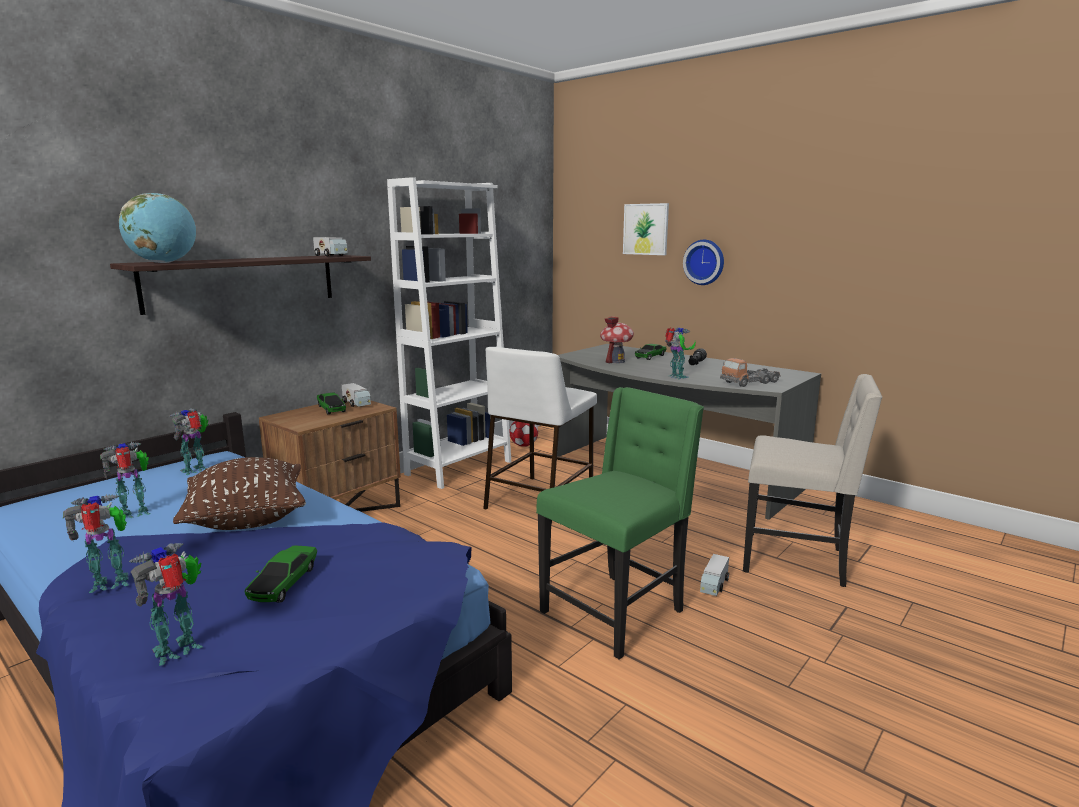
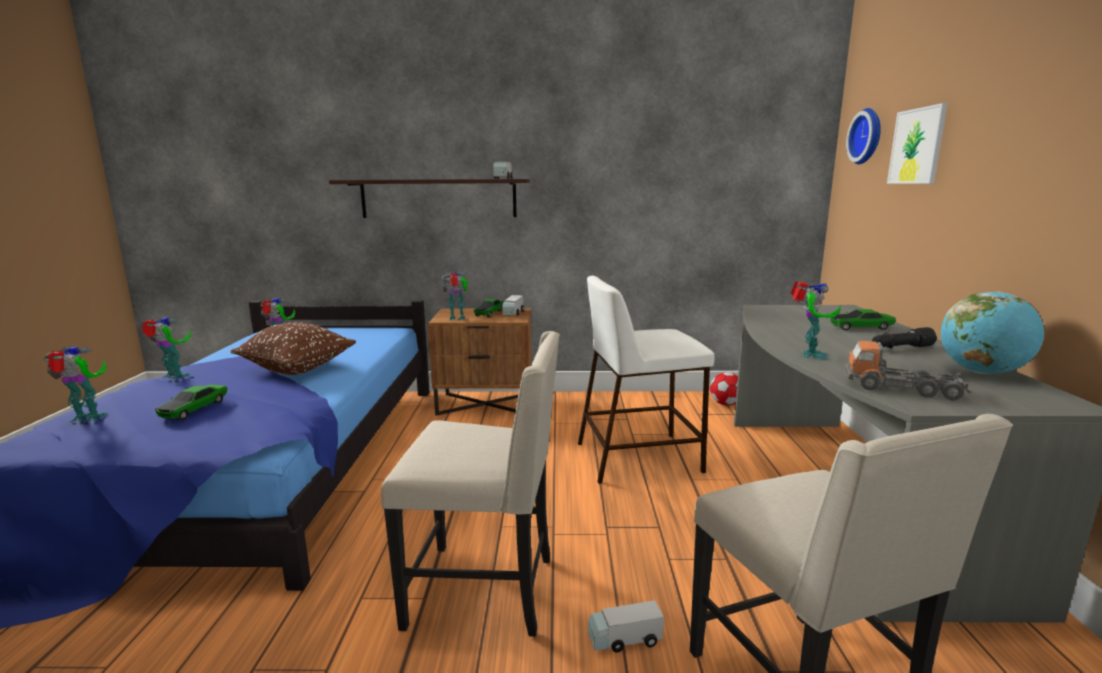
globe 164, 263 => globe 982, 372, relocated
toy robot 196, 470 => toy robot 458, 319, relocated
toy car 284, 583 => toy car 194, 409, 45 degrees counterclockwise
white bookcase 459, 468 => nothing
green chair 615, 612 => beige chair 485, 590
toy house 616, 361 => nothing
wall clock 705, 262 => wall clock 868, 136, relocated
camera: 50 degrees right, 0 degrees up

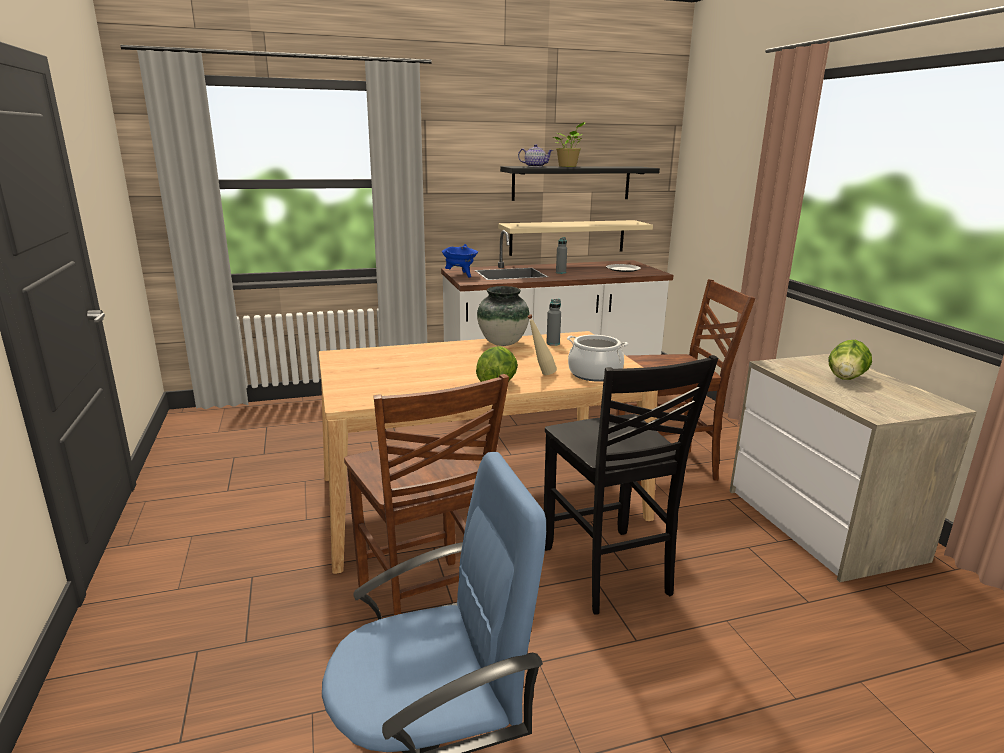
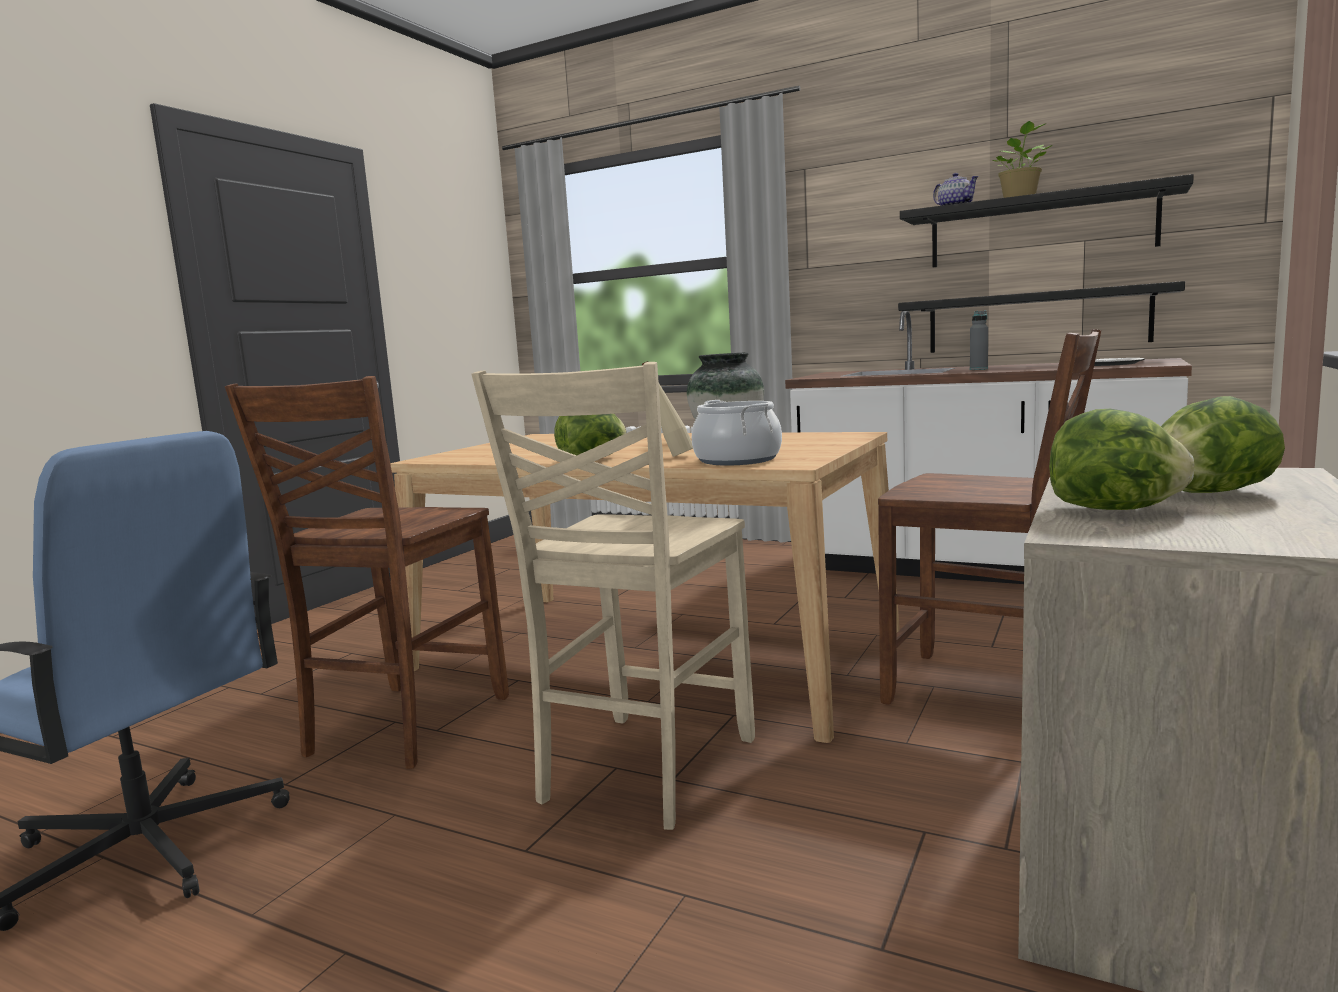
blue cooking pot 460, 275 => nothing
beige shelf 567, 237 => black shelf 1036, 321
black chair 607, 572 => beige chair 642, 770
grey bottle 553, 343 => nothing
nothing => lettuce 1114, 509
camera: 45 degrees right, 10 degrees down

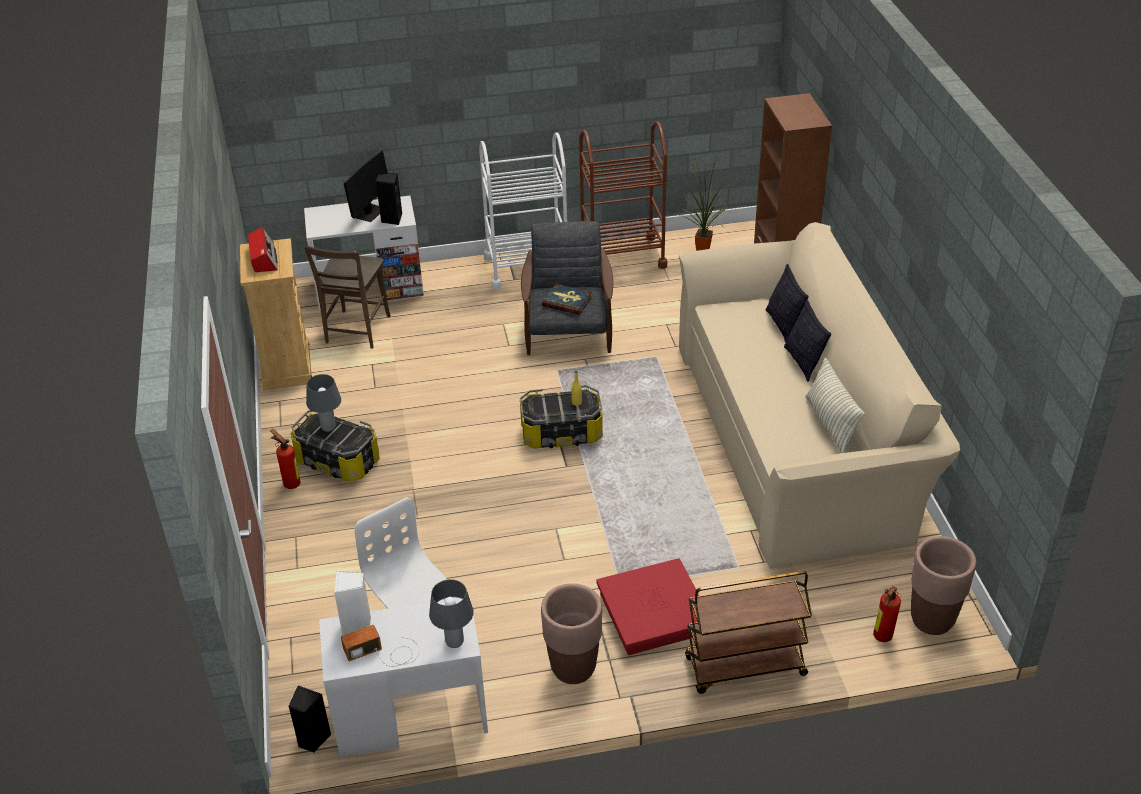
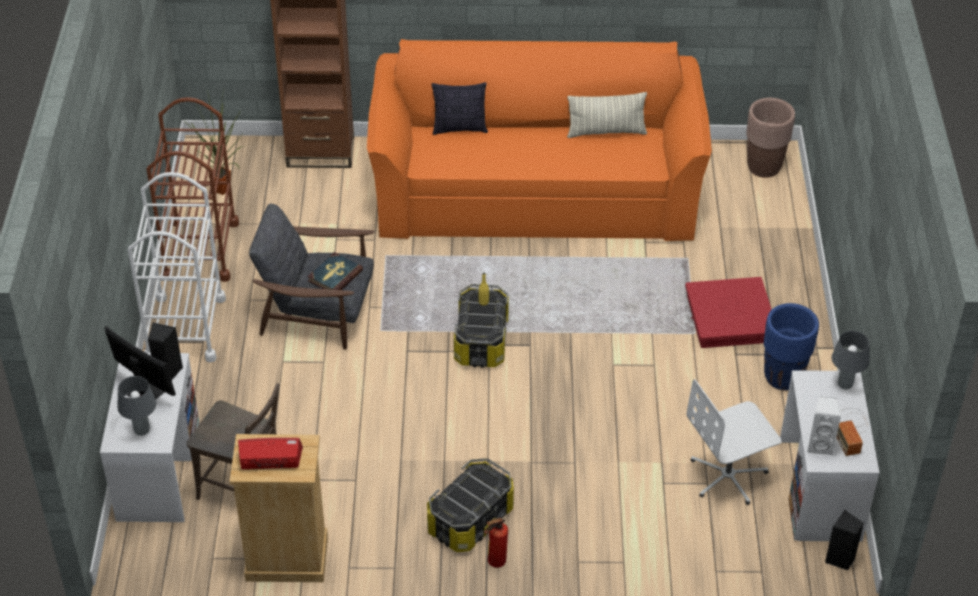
grey table lamp 328, 428 => grey table lamp 142, 431, relocated
brown planter 573, 668 => blue planter 783, 378
beige sofa 798, 437 => orange sofa 535, 188
brown cart 744, 667 => nothing
pillow 804, 362 => nothing
fire extinguisher 881, 638 => nothing
camera: 80 degrees left, 5 degrees up

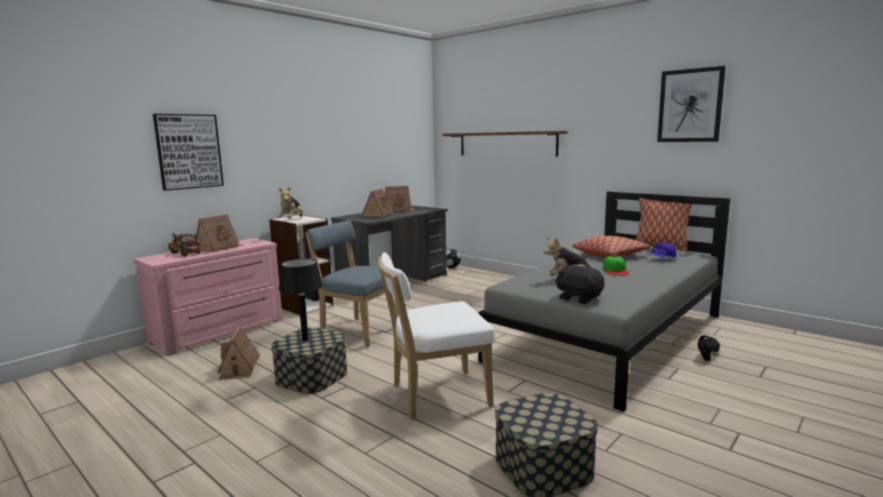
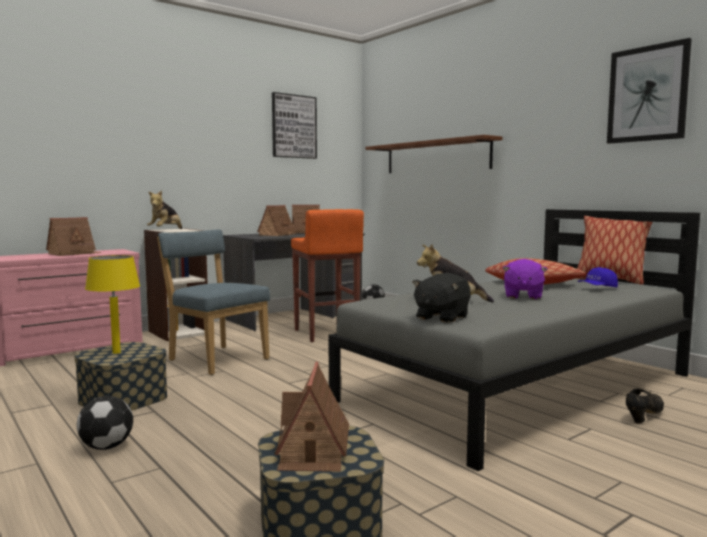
picture 189, 151 => picture 293, 126, relocated
toy truck 184, 253 => nothing
toy house 239, 368 => toy house 313, 449, relocated
black table lamp 305, 340 => yellow table lamp 116, 352
white chair 435, 395 => nothing
black plush toy 579, 298 => black plush toy 441, 317, 105 degrees counterclockwise
cap 615, 270 => purple plush toy 522, 296
nothing => football 107, 446
nothing => orange stool 325, 333
camera: 10 degrees right, 5 degrees down

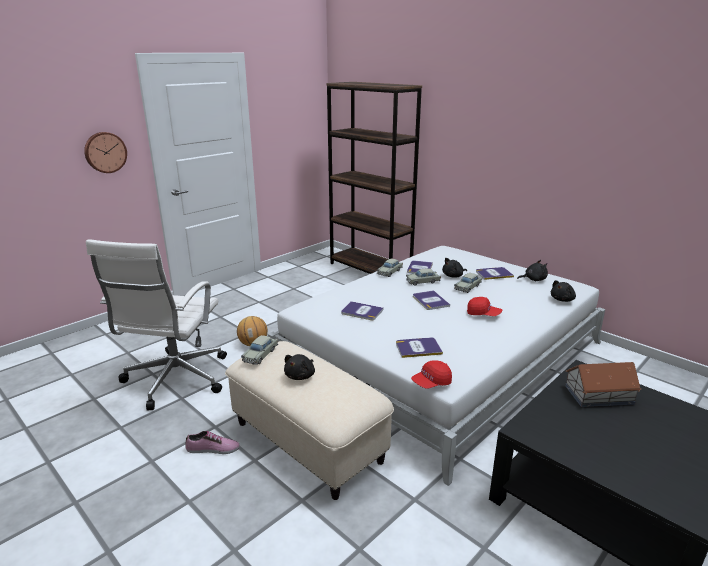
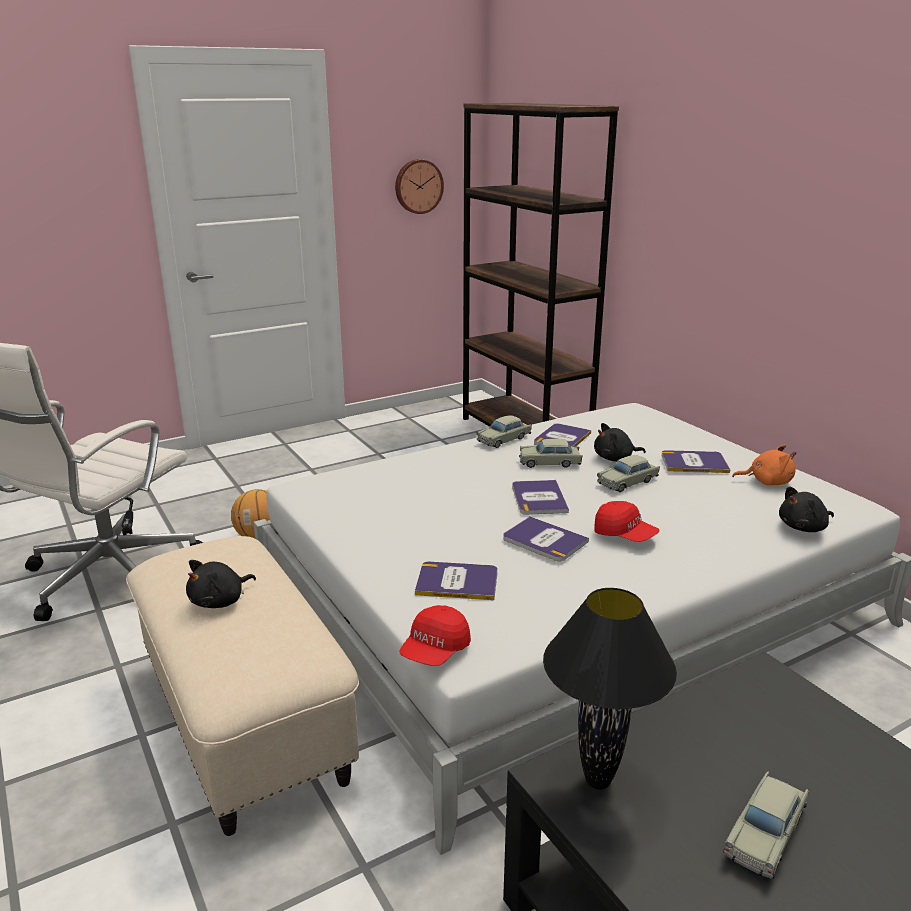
wall clock 105, 152 => wall clock 418, 186, relocated
shoe 213, 449 => nothing
beige toy car 260, 354 => beige toy car 765, 834, relocated
book 362, 311 => book 544, 540, relocated
red cap 431, 382 => red cap 435, 651, 45 degrees counterclockwise
black plush toy 533, 279 => orange plush toy 767, 482
toy house 600, 395 => nothing
nothing => black table lamp 599, 780
camera: 15 degrees right, 0 degrees up

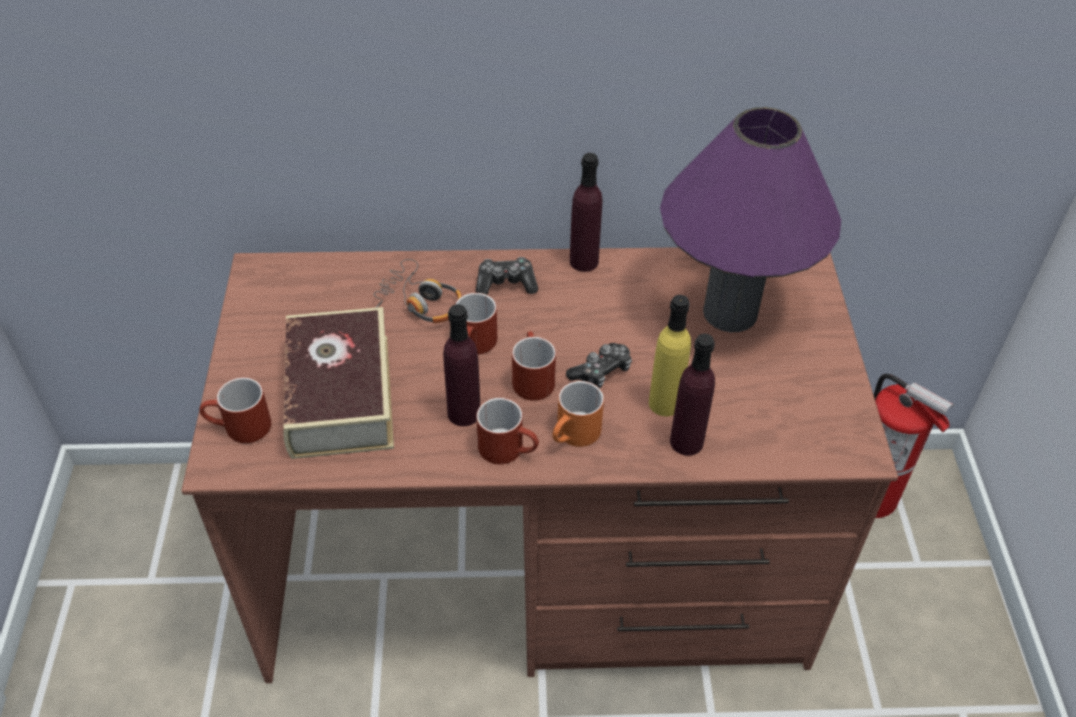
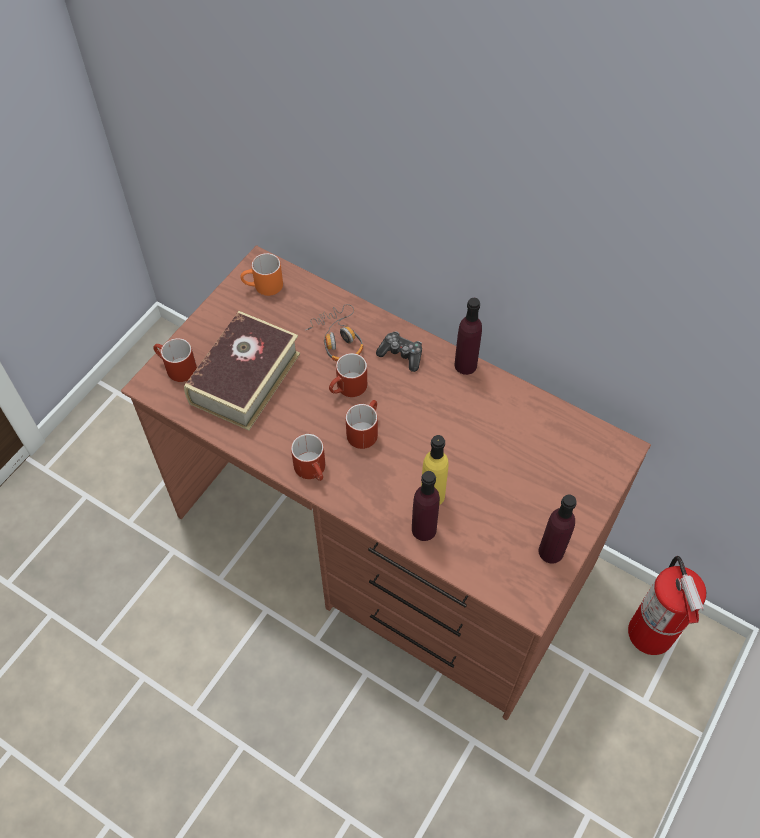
purple bottle 464, 413 => purple bottle 551, 551, relocated
orange mug 574, 436 => orange mug 263, 287, relocated
game controller 601, 372 => nothing
purple table lamp 730, 312 => nothing
camera: 35 degrees right, 10 degrees up

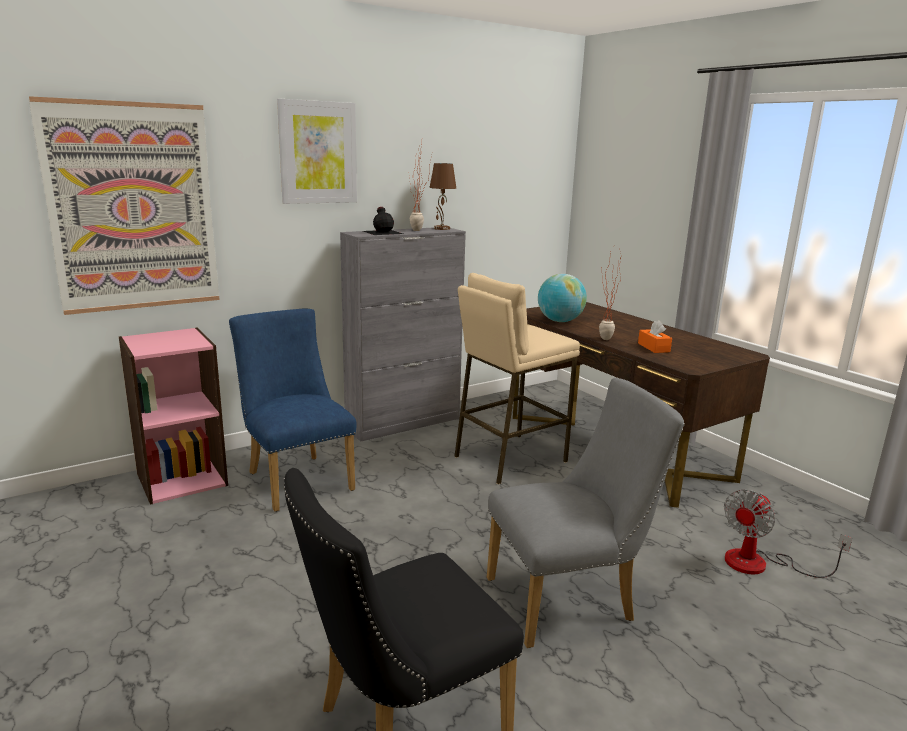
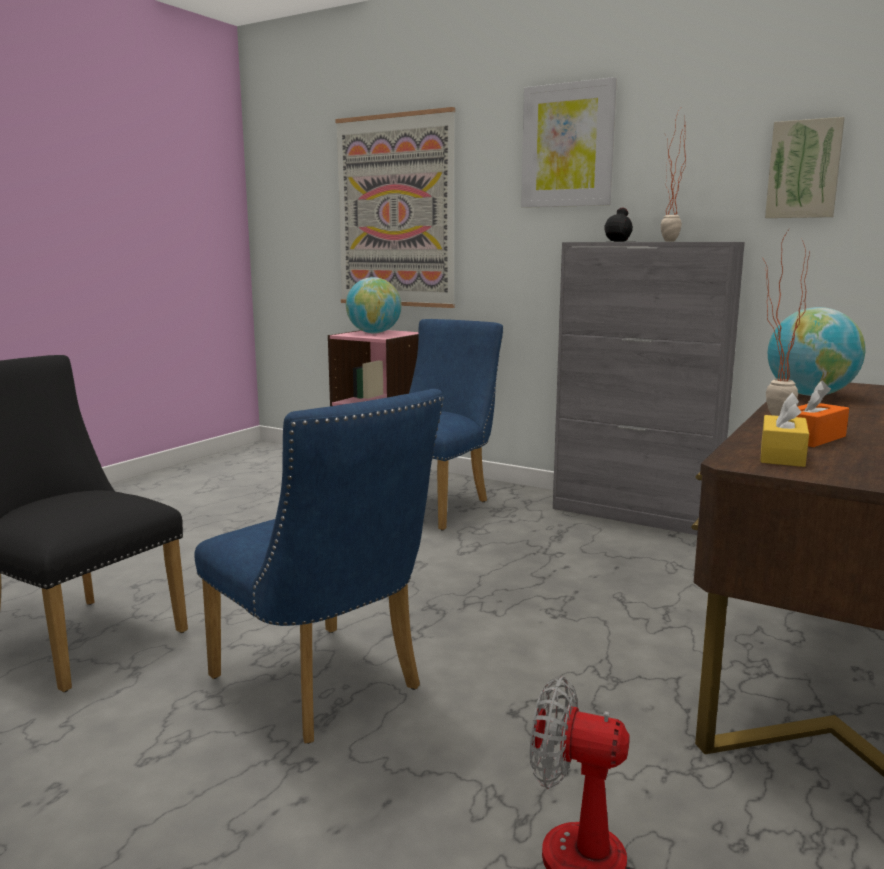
brown table lamp 442, 229 => nothing
beige stool 509, 458 => nothing
grey chair 569, 600 => blue chair 325, 689
nothing => globe 374, 333
nothing => yellow tissue box 782, 455
nothing => picture 804, 169
camera: 65 degrees right, 5 degrees down

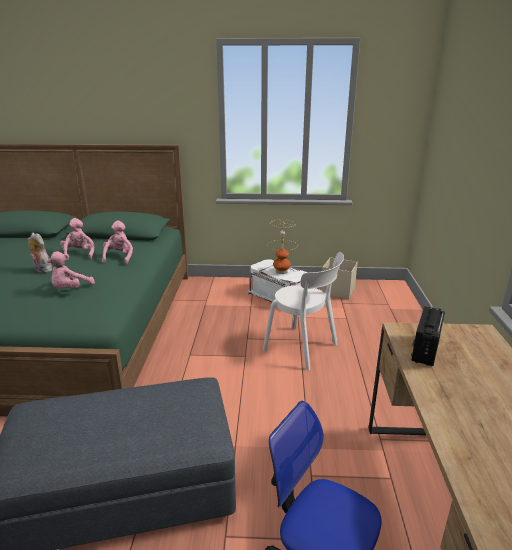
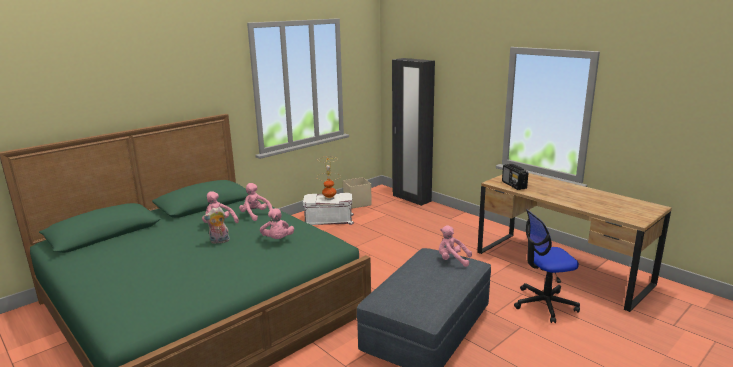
white chair 303, 348 => nothing
nothing => black wardrobe 411, 198
nothing => pink plush toy 452, 260
camera: 45 degrees left, 5 degrees down

